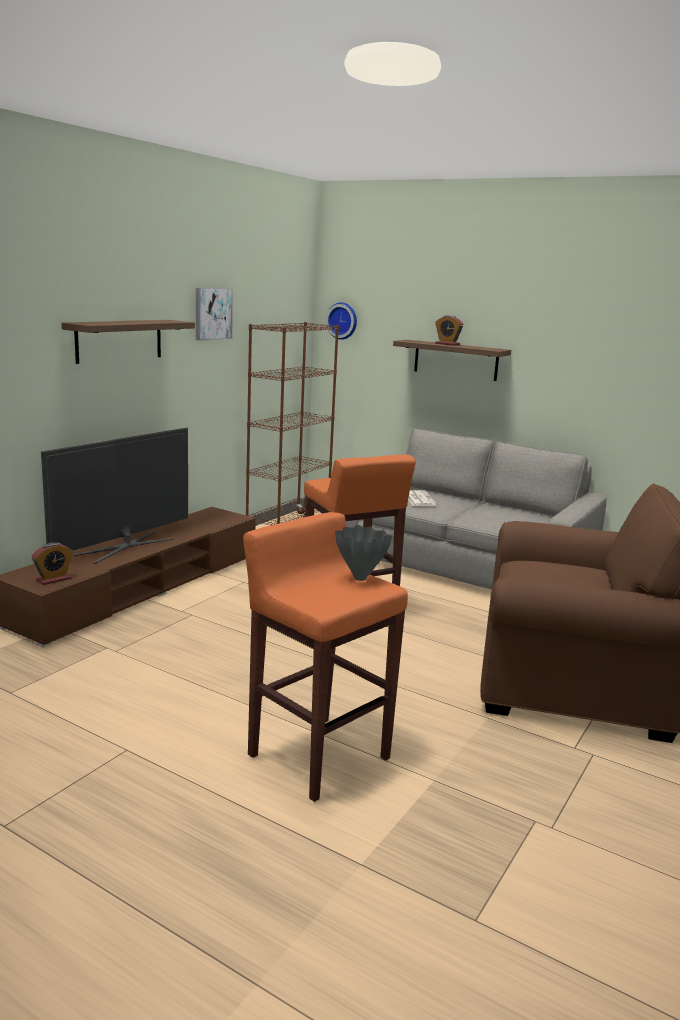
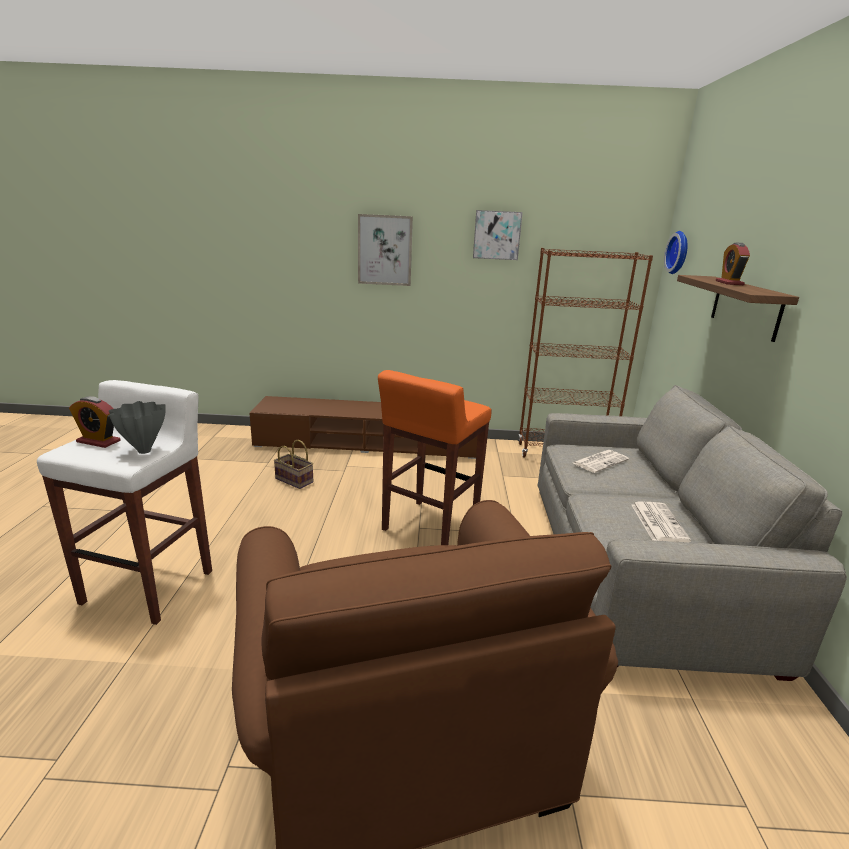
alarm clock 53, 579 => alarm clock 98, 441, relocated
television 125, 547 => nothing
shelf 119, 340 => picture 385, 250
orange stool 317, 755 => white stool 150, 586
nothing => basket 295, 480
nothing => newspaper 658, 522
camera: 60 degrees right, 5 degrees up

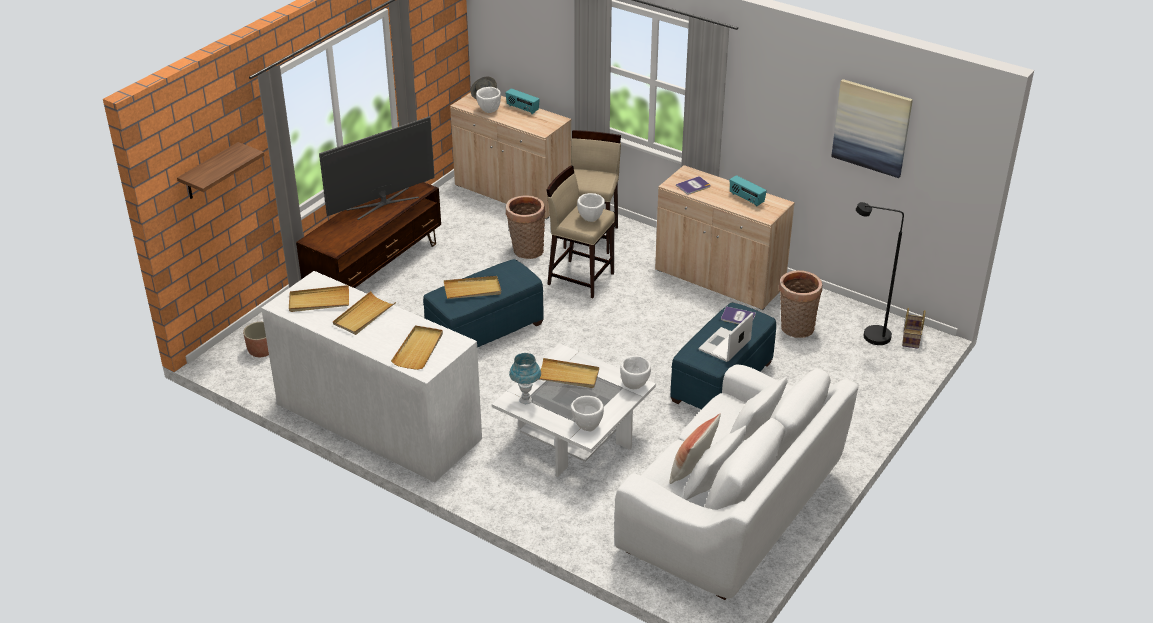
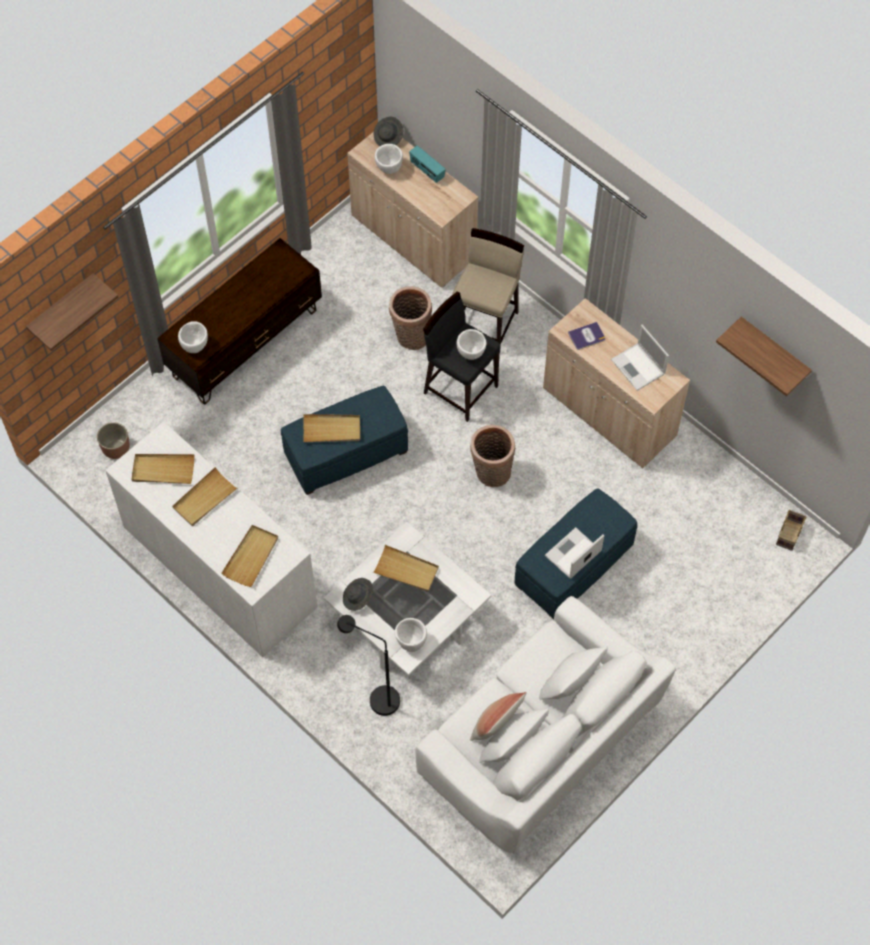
television 383, 203 => nothing
blue table lamp 526, 400 => grey hat 358, 598
beige stool 580, 278 => black stool 460, 388
white bowl 635, 385 => white bowl 195, 346, relocated
book 738, 317 => nothing
radio 746, 199 => laptop 638, 367
basket 795, 329 => basket 491, 473, relocated
picture 872, 127 => shelf 773, 351
black floor lamp 868, 336 => black floor lamp 376, 698, relocated
camera: 10 degrees right, 25 degrees up

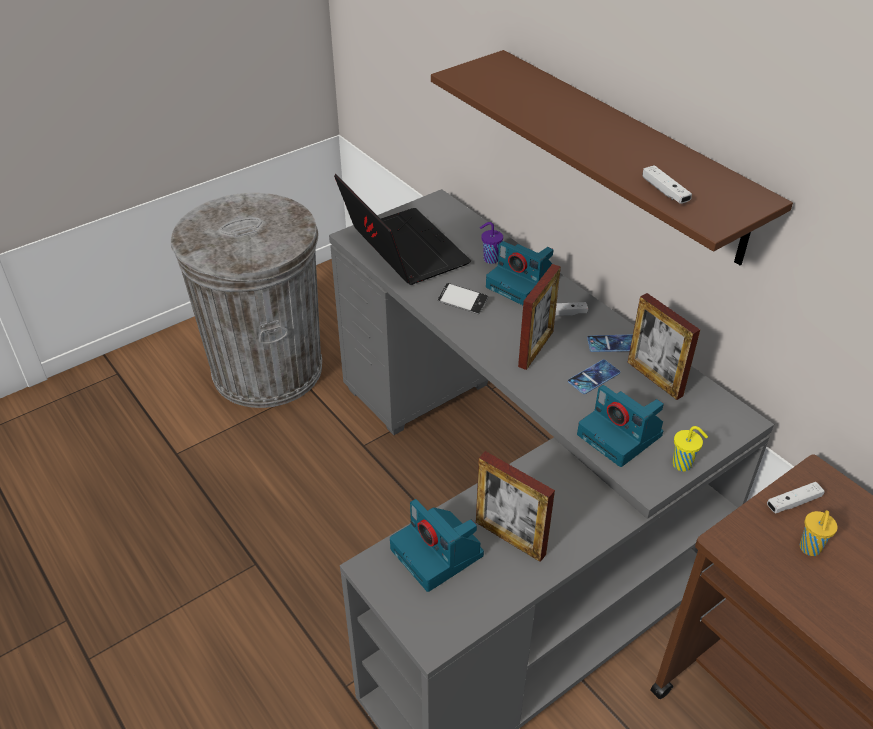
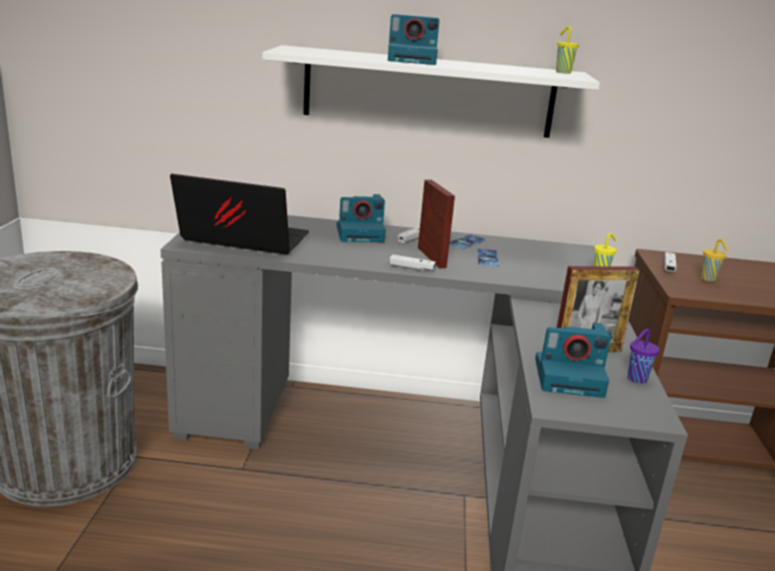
brown shelf 624, 154 => white shelf 428, 92
phone 462, 302 => nothing
purple cup 490, 259 => purple cup 636, 379, relocated
photo camera 621, 436 => photo camera 412, 60, relocated
picture frame 654, 379 => nothing
white game controller 665, 191 => white game controller 411, 268, relocated
nothing => yellow cup 562, 72
camera: 50 degrees left, 20 degrees down

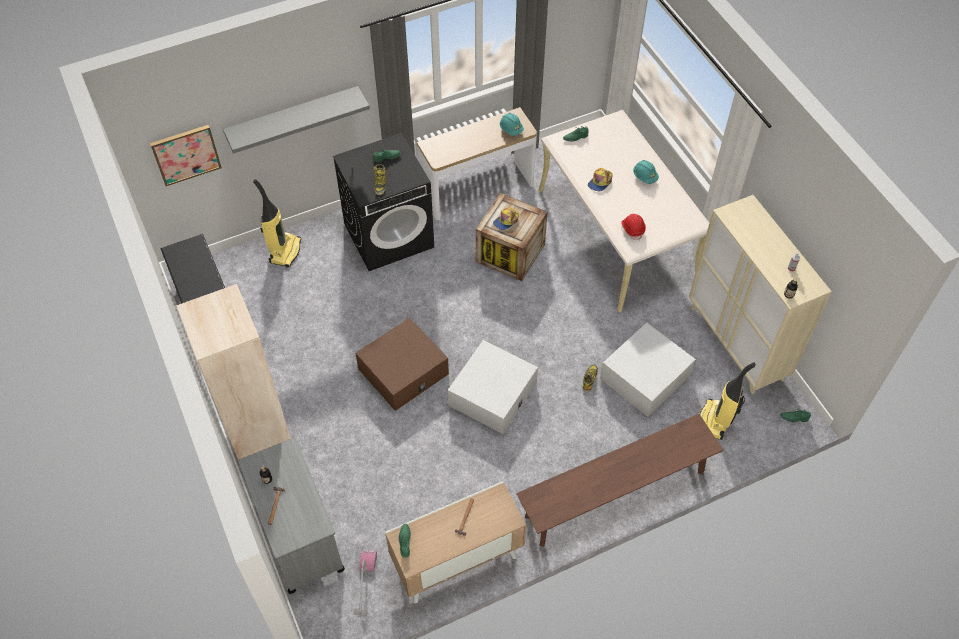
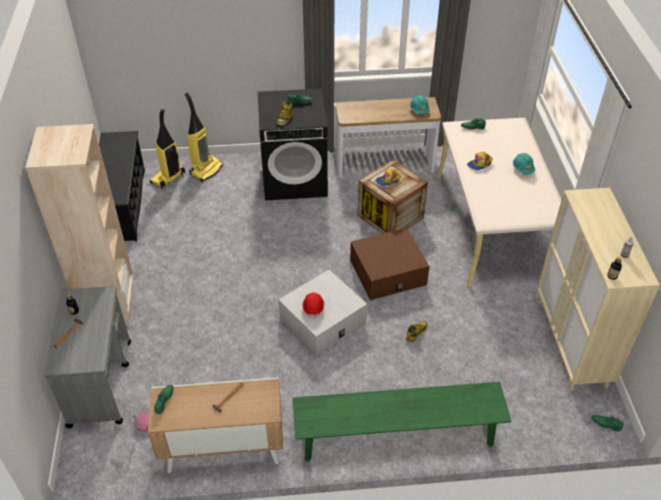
picture 186, 154 => nothing
grey shelf 293, 116 => nothing
brown storage box 403, 371 => brown storage box 388, 272, relocated
brown bench 615, 494 => green bench 397, 438
white storage box 645, 377 => nothing
red hard hat 632, 229 => red hard hat 313, 307, relocated
vacuum cleaner 715, 421 => vacuum cleaner 168, 178, relocated
camera: 20 degrees right, 10 degrees down

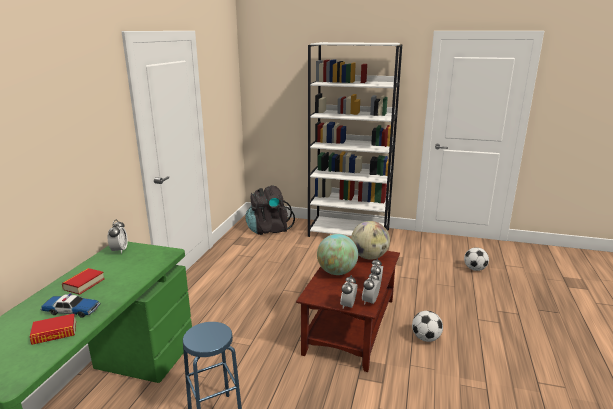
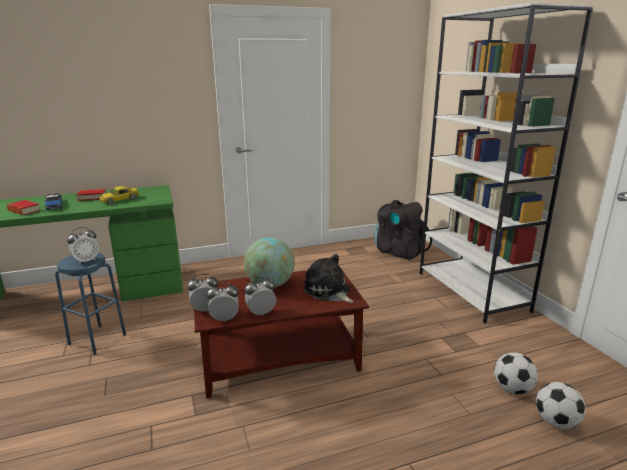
alarm clock 119, 250 => alarm clock 86, 261, relocated
globe 369, 257 => plush toy 328, 291
football 426, 338 => football 512, 389, relocated
nothing => yellow toy car 120, 200
camera: 55 degrees right, 0 degrees up

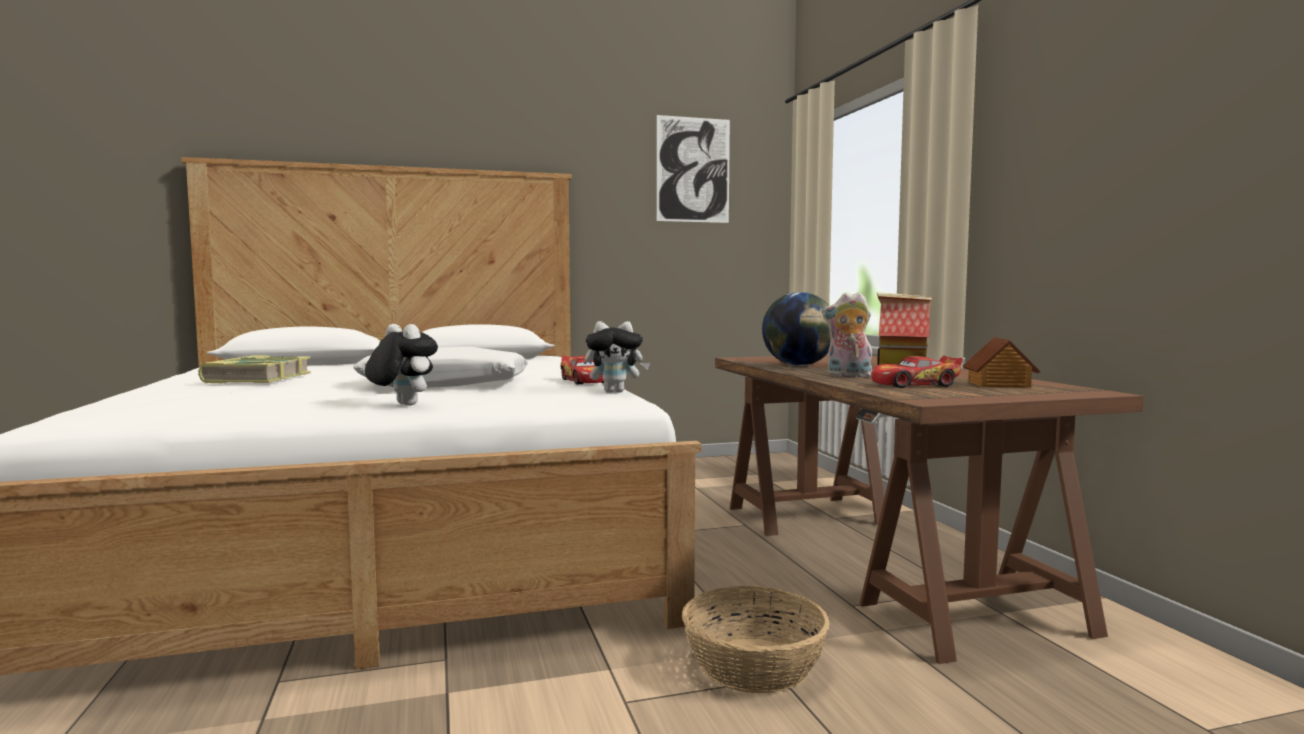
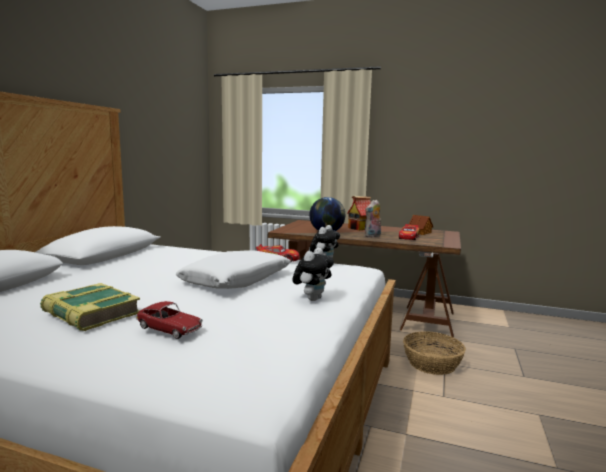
plush toy 402, 405 => plush toy 312, 299, 135 degrees clockwise
picture 693, 170 => nothing
nothing => toy car 169, 329
camera: 55 degrees left, 5 degrees up

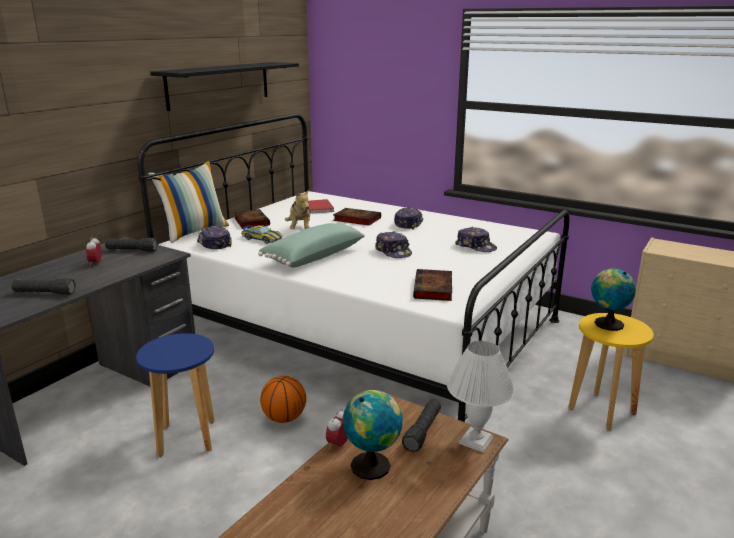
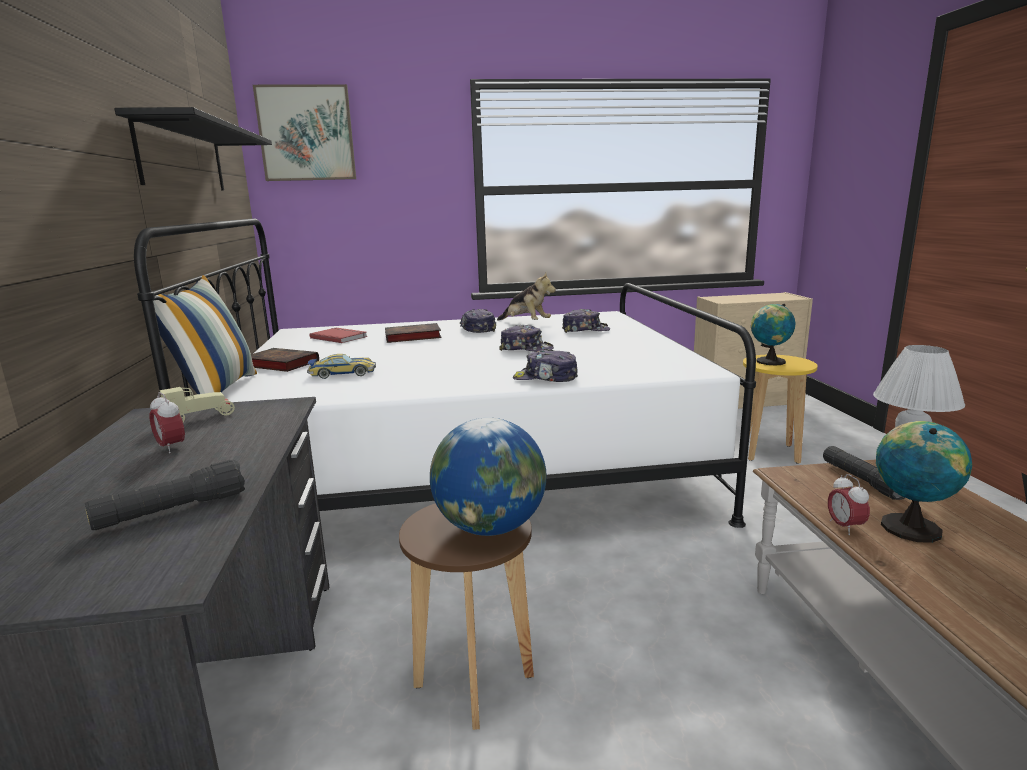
black flashlight 132, 250 => beige toy car 201, 417
blue stool 187, 438 => brown stool 474, 681
cap 214, 244 => cap 545, 378, relocated
green pillow 312, 256 => nothing
basketball 284, 418 => nothing
plush toy 300, 229 => plush toy 526, 323, relocated
book 433, 289 => nothing
nothing => picture 306, 133
nothing => globe 490, 527
camera: 40 degrees left, 5 degrees down

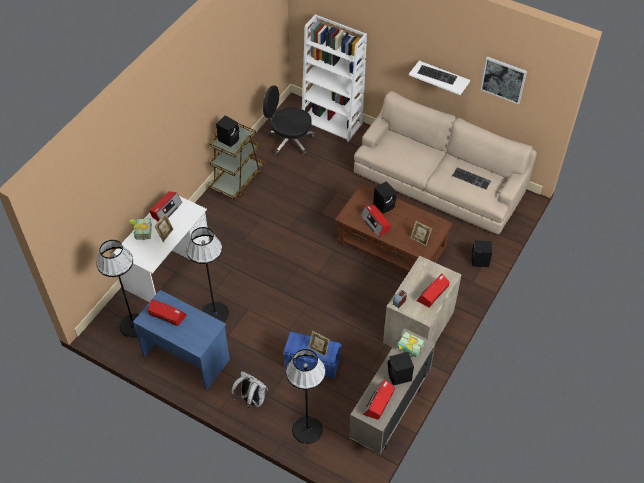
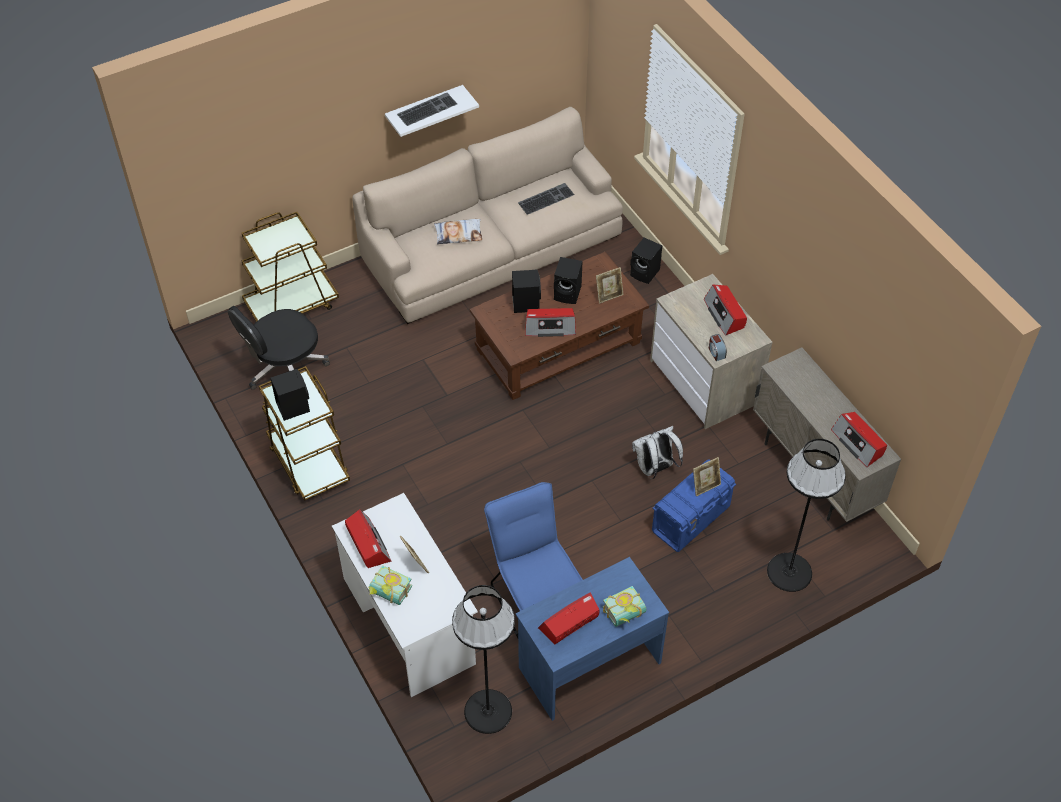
black floor lamp 215, 313 => blue chair 535, 596
white backpack 251, 400 => white backpack 655, 468, relocated
white bookcase 332, 122 => brown cart 292, 304
black speaker 399, 376 => black speaker 568, 293, relocated
book 408, 349 => book 626, 615, relocated
picture 503, 79 => nothing
nothing => pillow 458, 234
camera: 60 degrees left, 0 degrees up

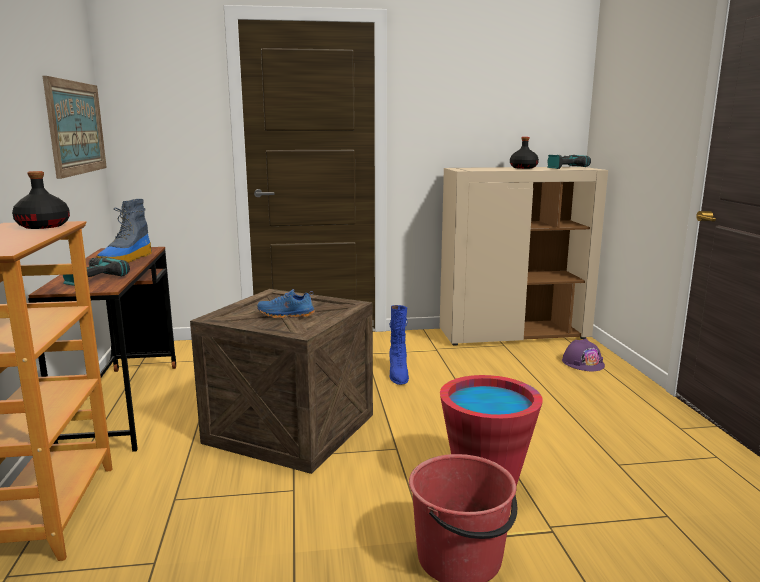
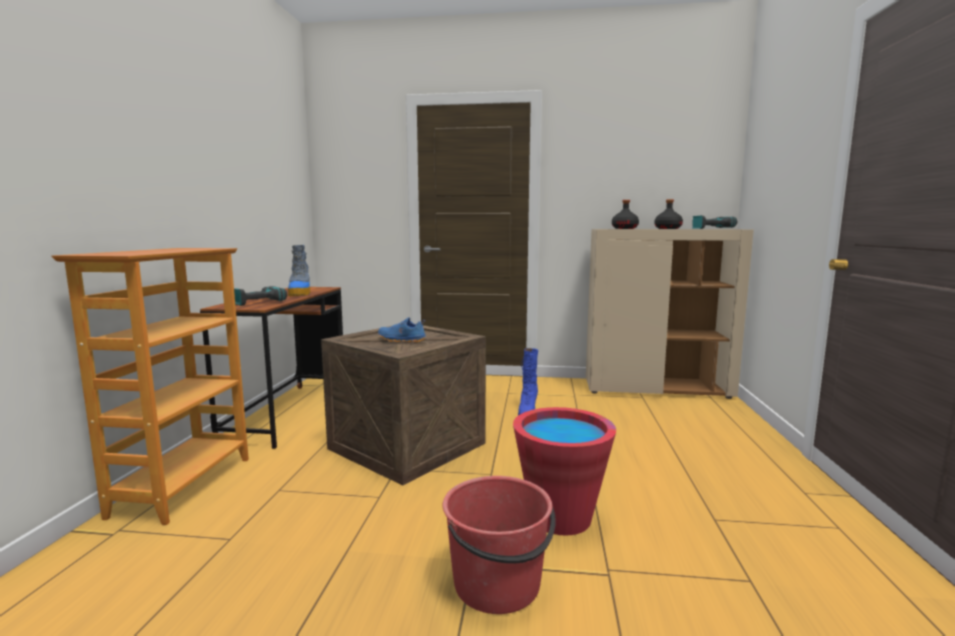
black bottle 44, 226 => black bottle 624, 228, relocated
picture 76, 127 => nothing
boot 126, 259 => boot 300, 293, 45 degrees counterclockwise
purple hard hat 583, 363 => nothing
camera: 15 degrees right, 5 degrees down

